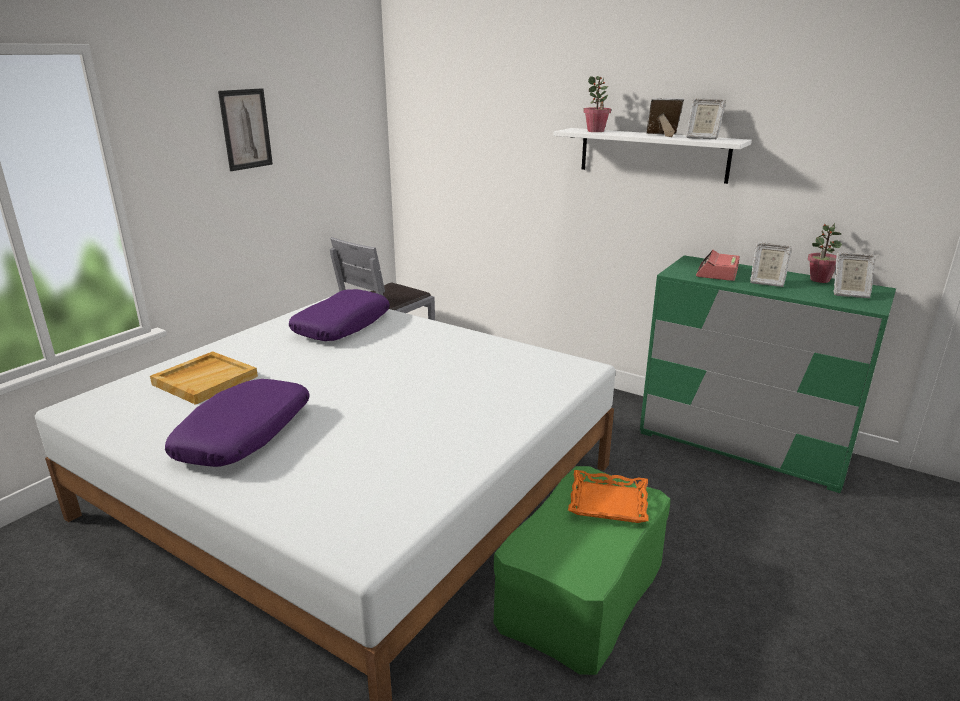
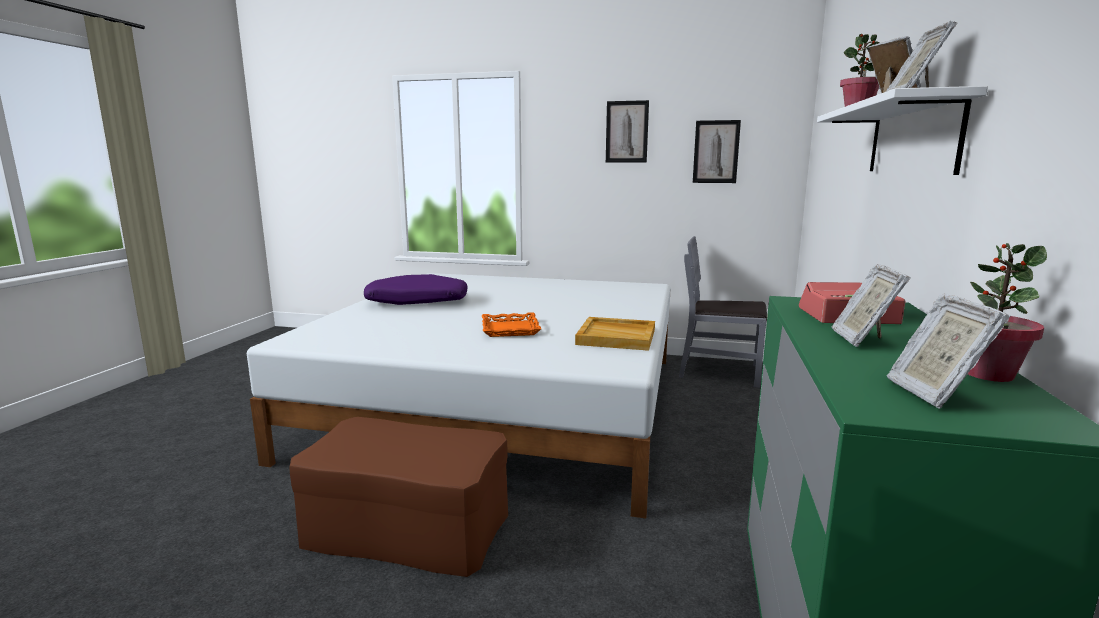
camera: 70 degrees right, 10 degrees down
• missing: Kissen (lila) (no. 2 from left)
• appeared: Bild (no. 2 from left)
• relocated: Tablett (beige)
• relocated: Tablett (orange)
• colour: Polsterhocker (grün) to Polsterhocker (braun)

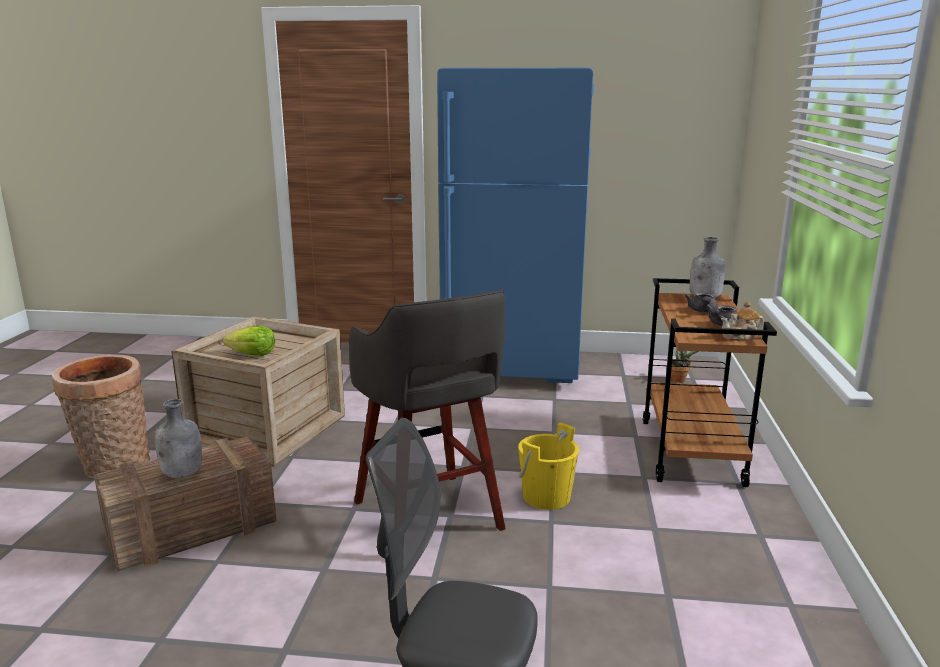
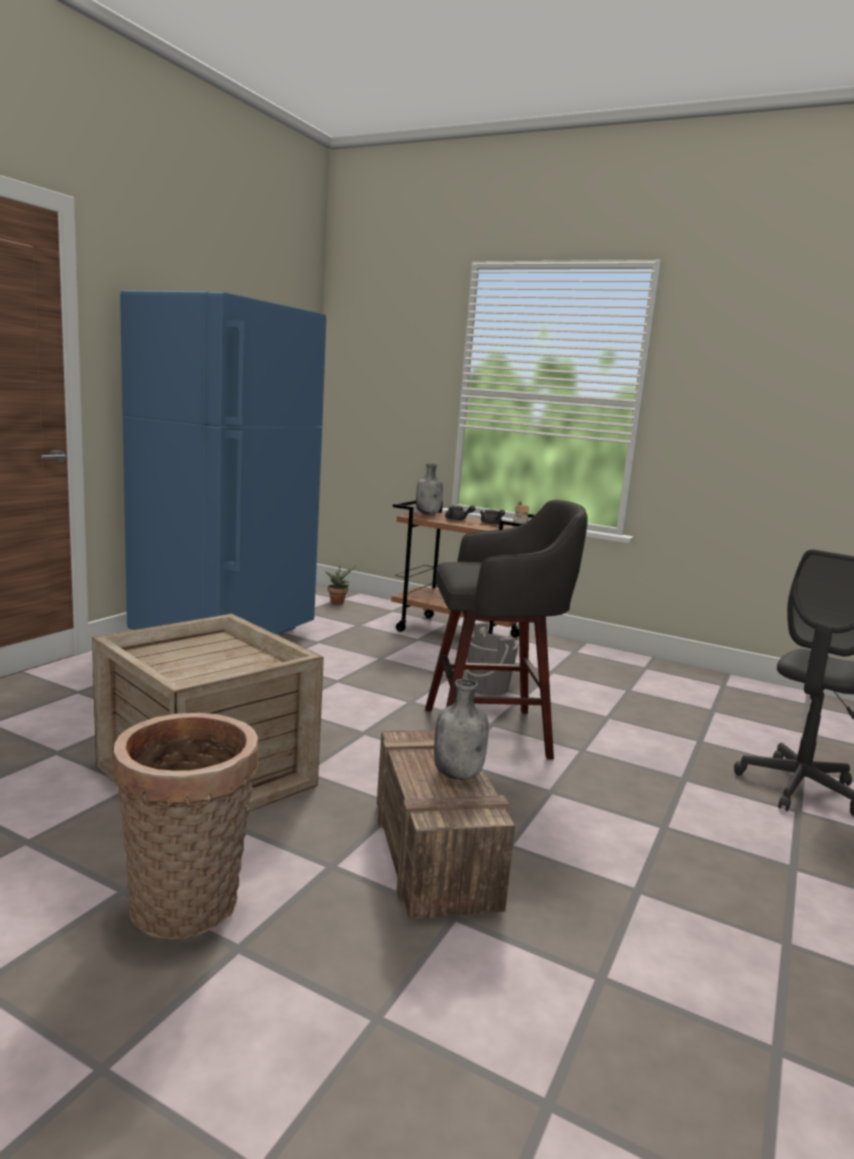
camera: 70 degrees left, 5 degrees down
• missing: Salatkopf
• colour: Eimer (gelb) to Eimer (grau)

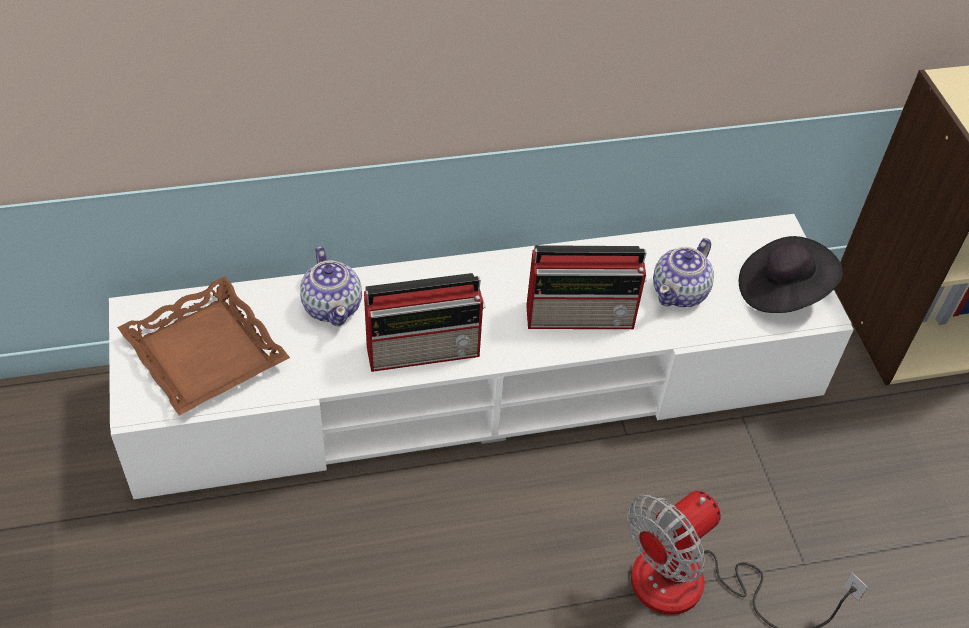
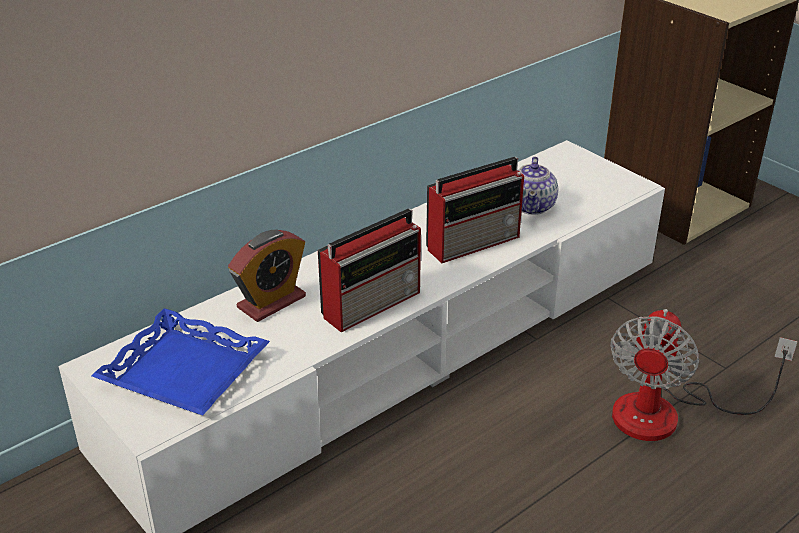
camera: 25 degrees left, 15 degrees down
• missing: Hut (schwarz)
• exchanged: Teekanne (no. 1 from left) to Wecker
• colour: Tablett (braun) to Tablett (blau)

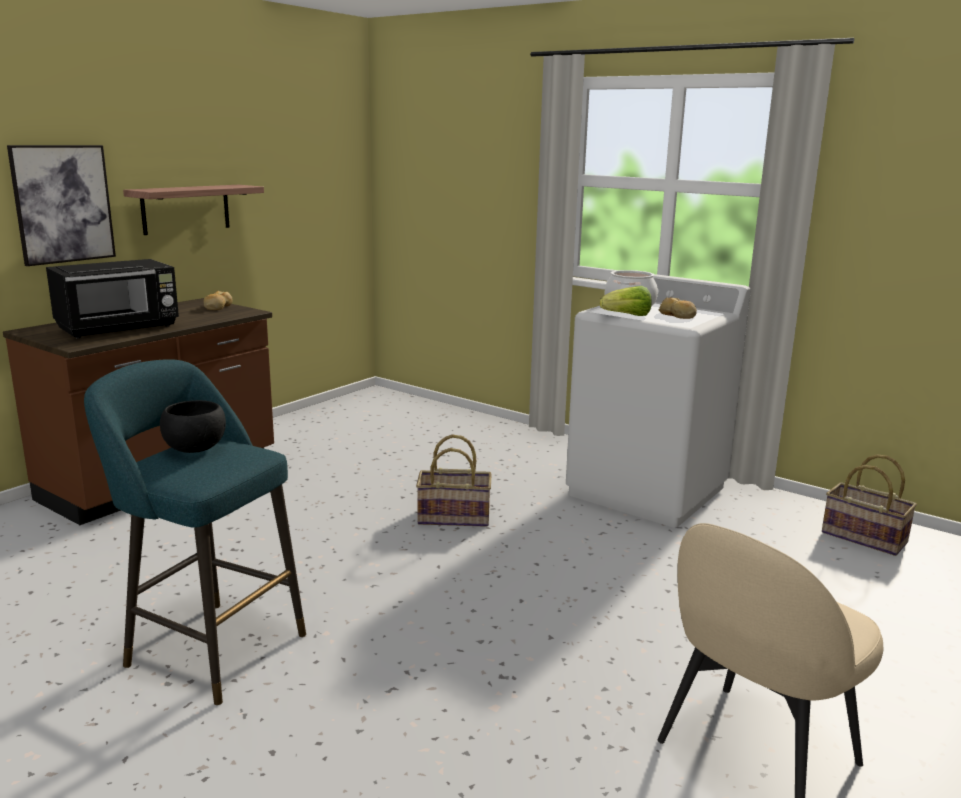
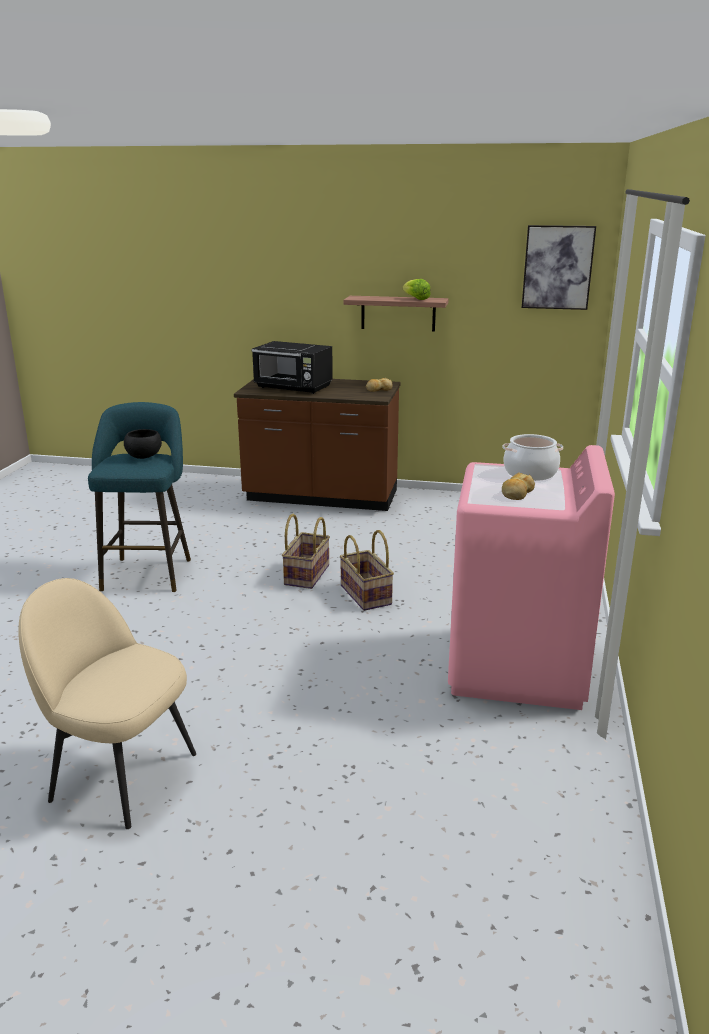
camera: 65 degrees right, 5 degrees up
• relocated: Bild
• relocated: Salatkopf
• relocated: Korb (no. 2 from left in the first image) to Korb (no. 1 from left)
• colour: Waschmaschine (weiß) to Waschmaschine (rosa)

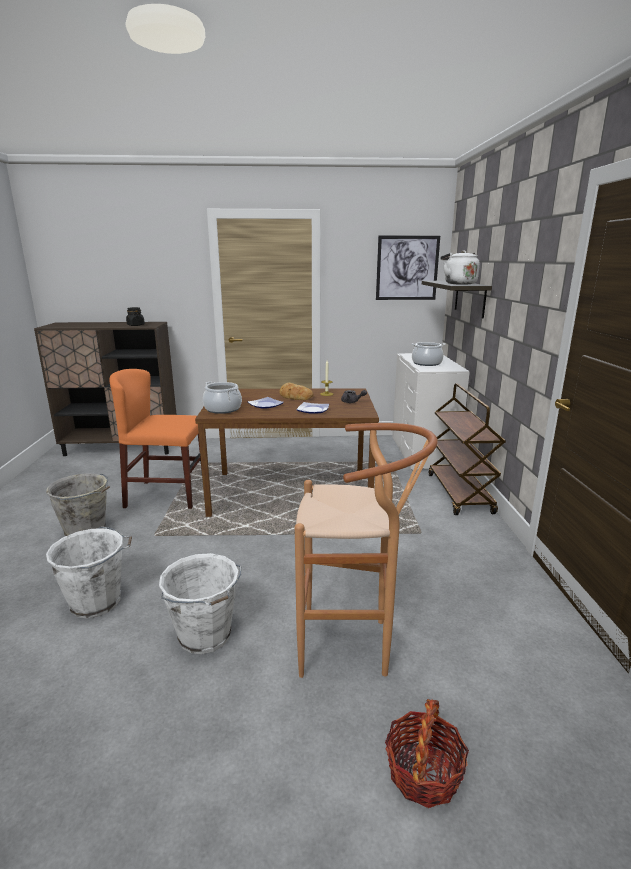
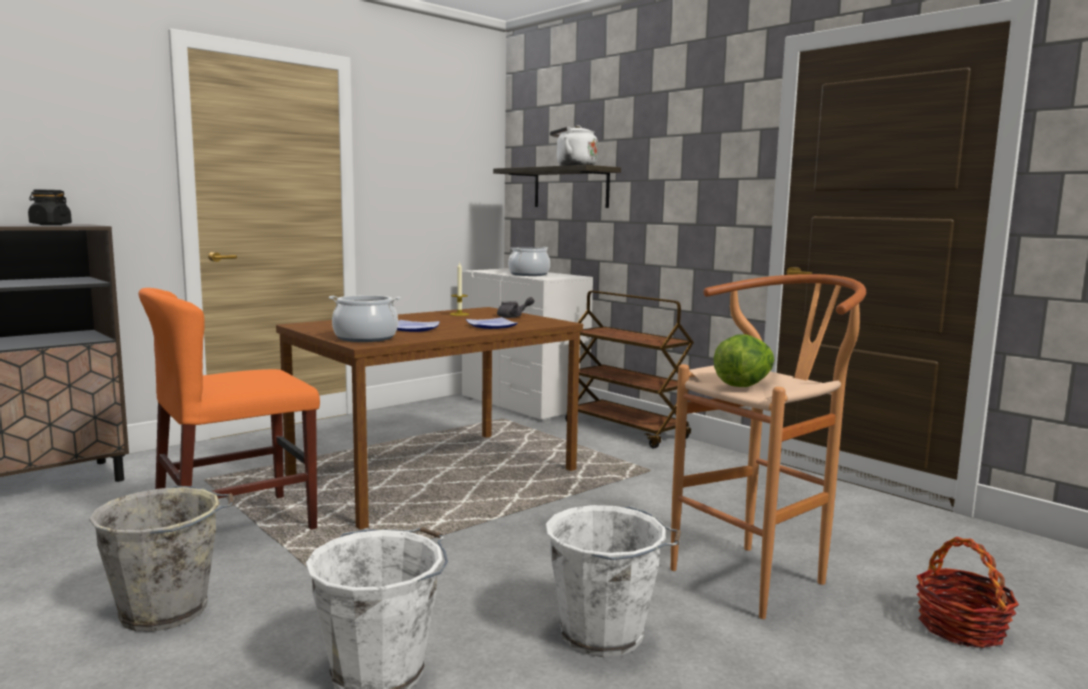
camera: 40 degrees left, 10 degrees down
• missing: Brot
• missing: Bild
• appeared: Salatkopf

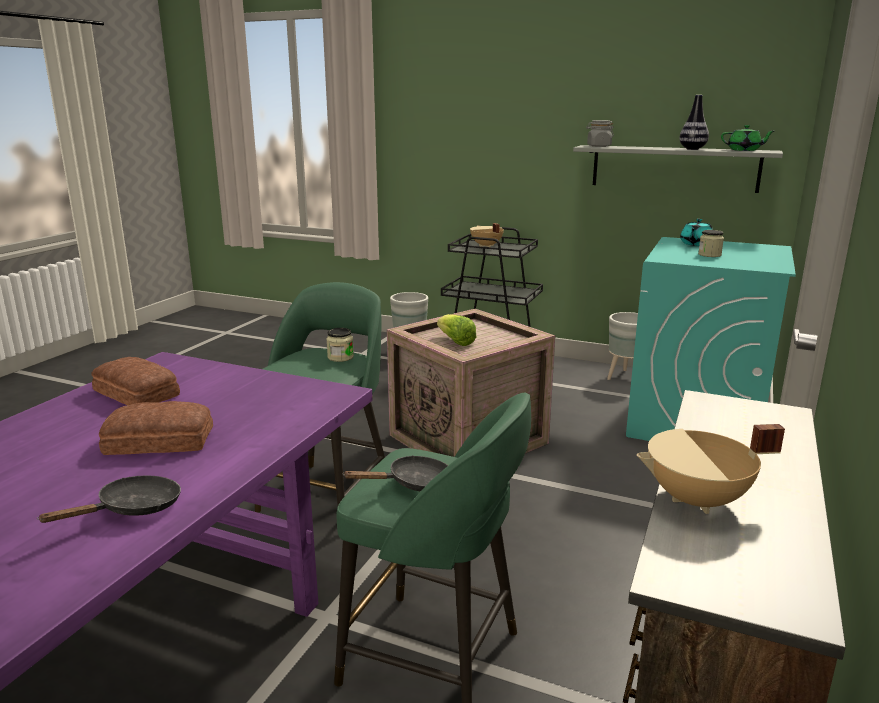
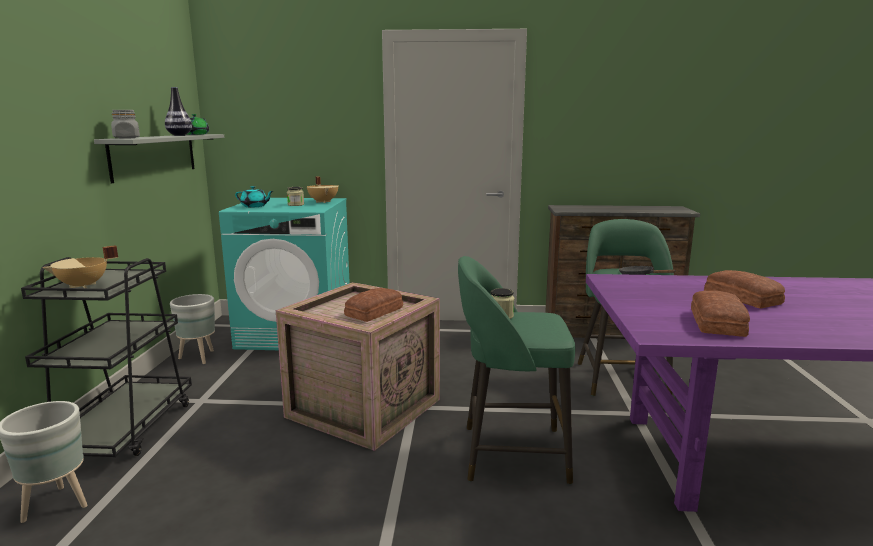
camera: 110 degrees left, 5 degrees down
• missing: Pfanne (schwarz) (no. 1 from left)
• relocated: Kochtopf (beige) (no. 2 from left)
• exchanged: Salatkopf to Brot (no. 1 from left)

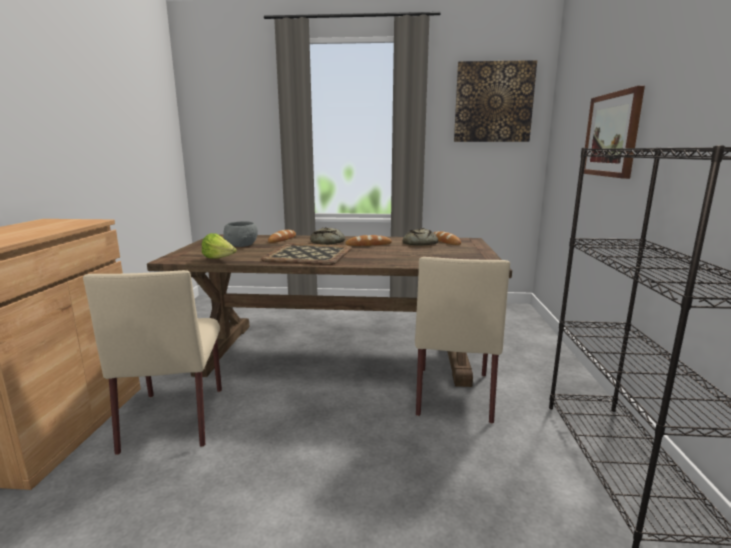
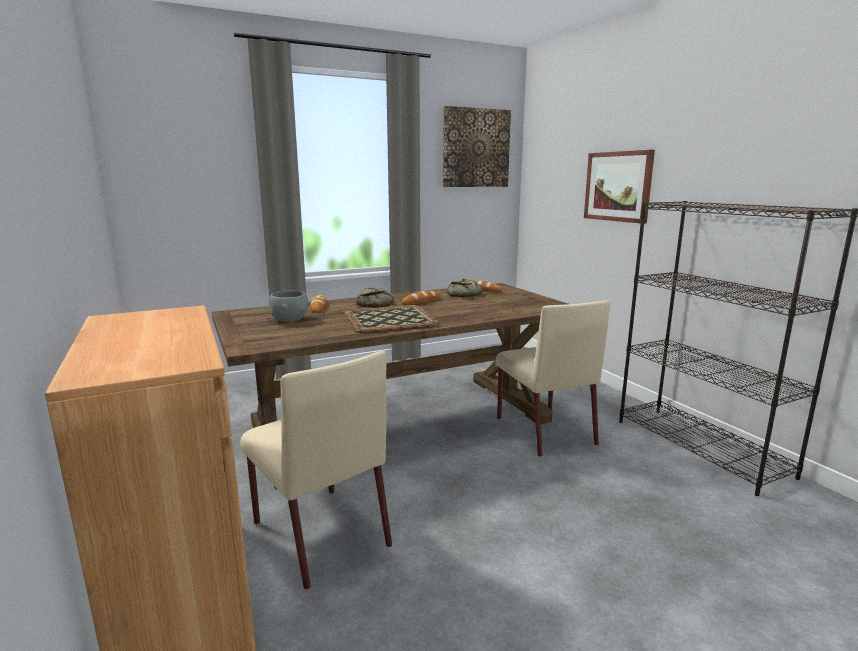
camera: 30 degrees left, 0 degrees up
• missing: Salatkopf

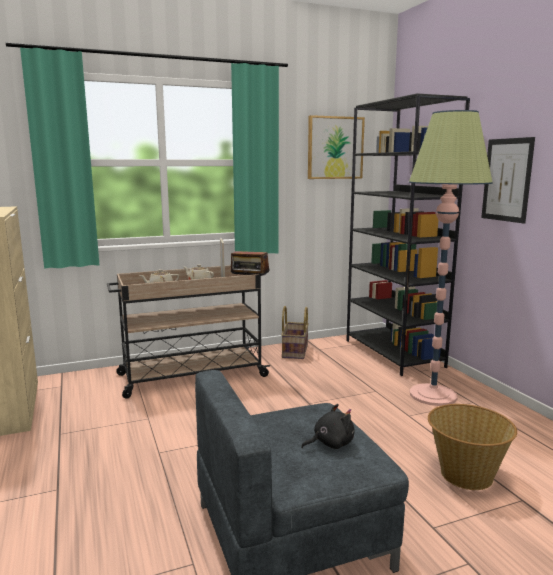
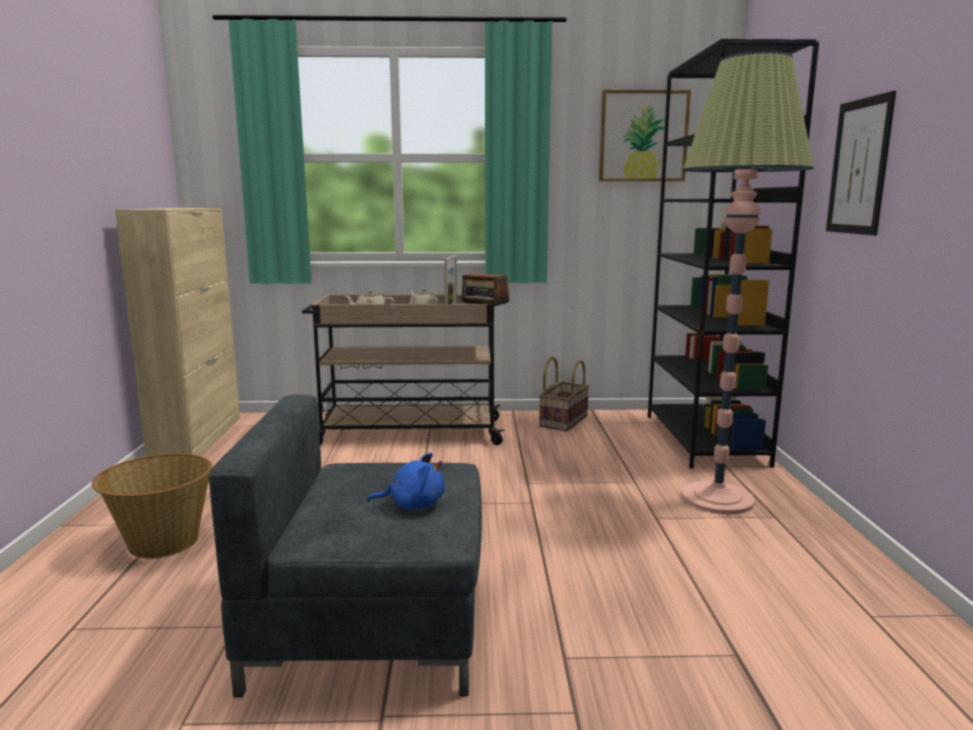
camera: 20 degrees right, 0 degrees up
• relocated: Korb (no. 2 from left in the first image) to Korb (no. 1 from left)
• colour: Plüschtier (schwarz) to Plüschtier (blau)

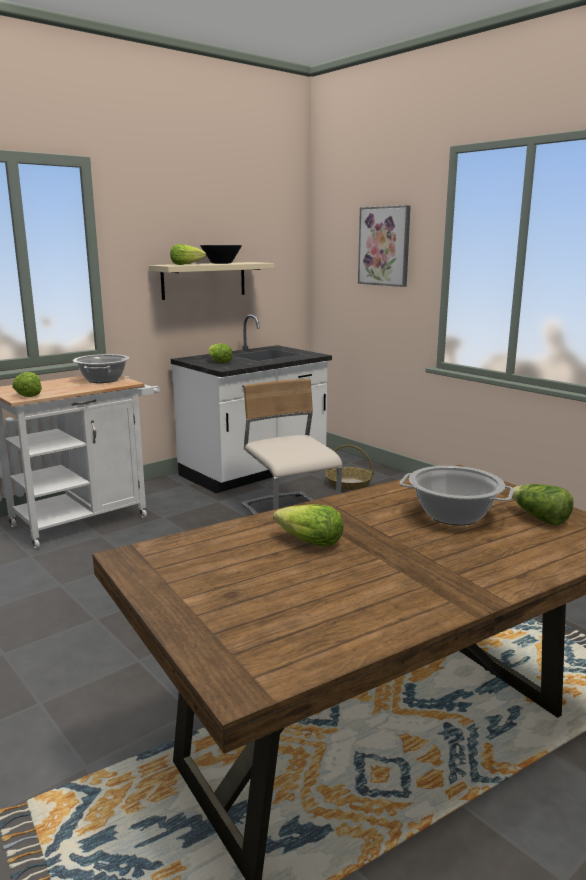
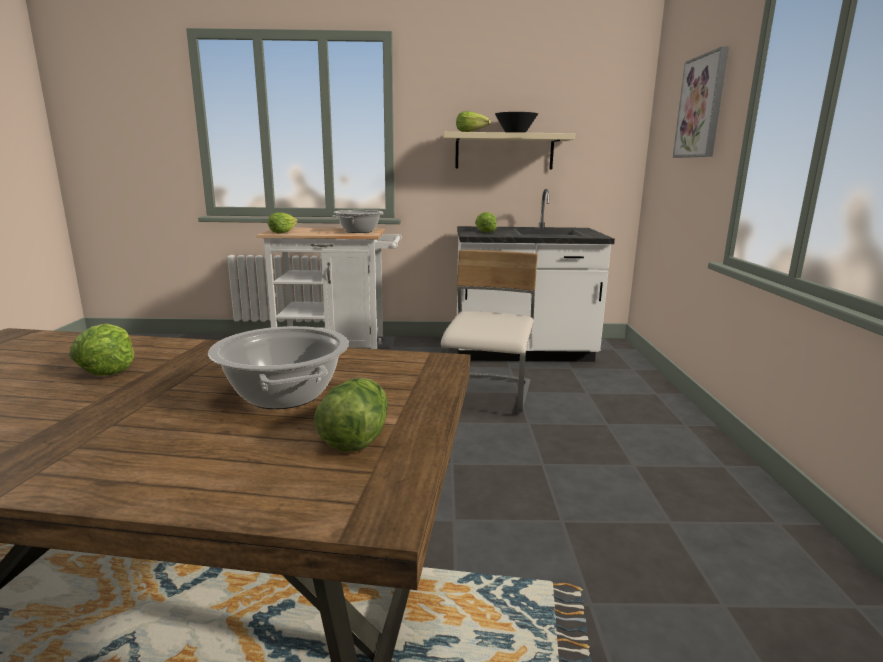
camera: 40 degrees right, 0 degrees up
• missing: Korb

